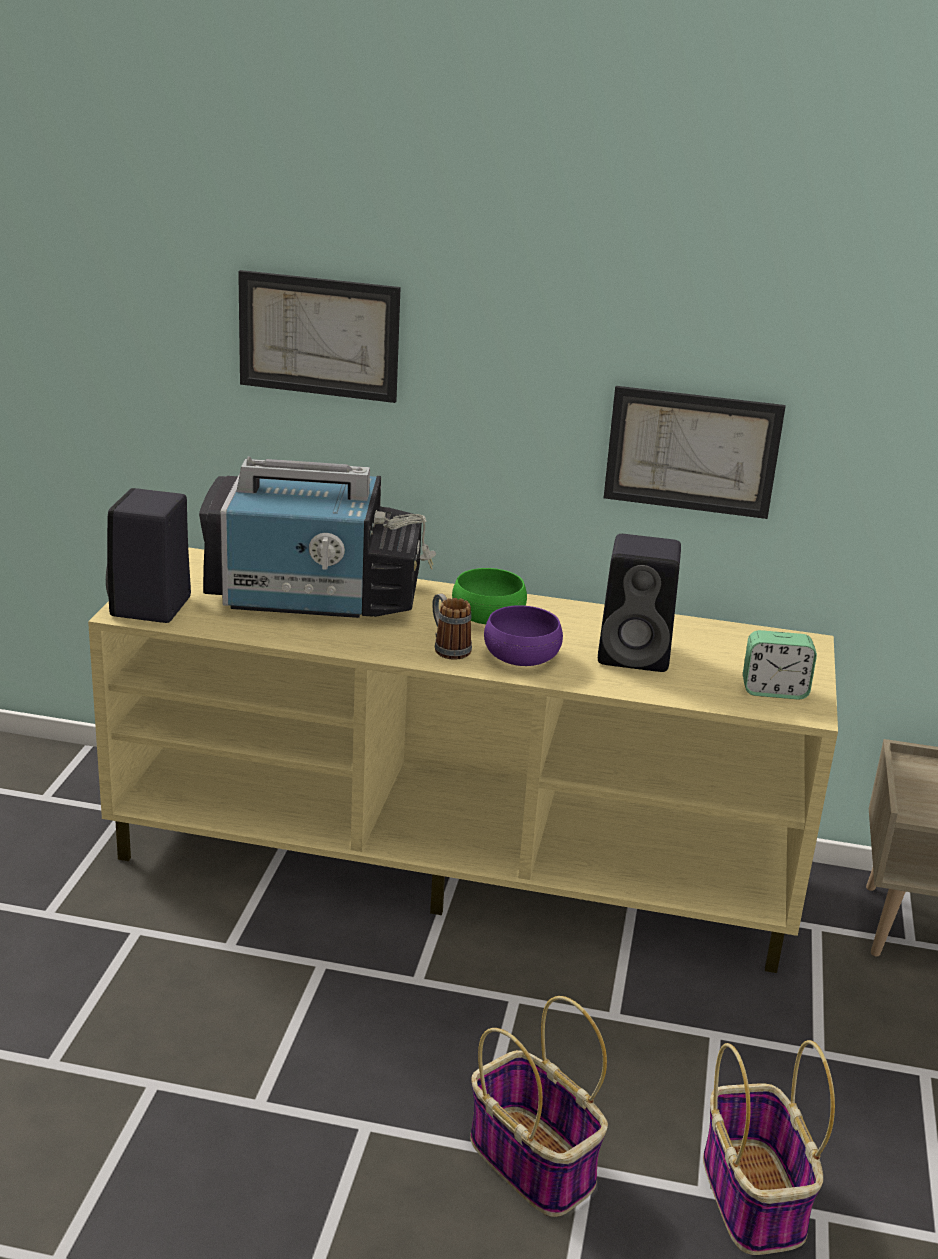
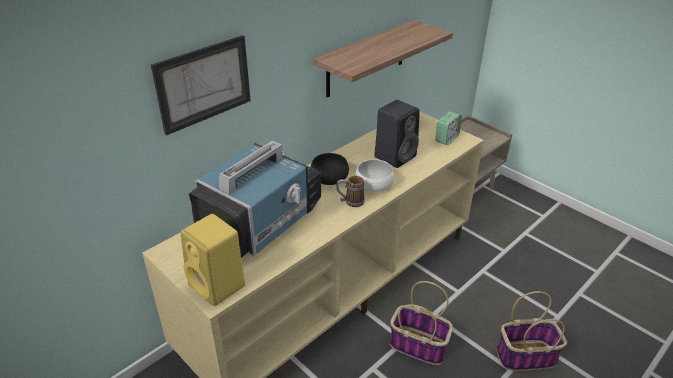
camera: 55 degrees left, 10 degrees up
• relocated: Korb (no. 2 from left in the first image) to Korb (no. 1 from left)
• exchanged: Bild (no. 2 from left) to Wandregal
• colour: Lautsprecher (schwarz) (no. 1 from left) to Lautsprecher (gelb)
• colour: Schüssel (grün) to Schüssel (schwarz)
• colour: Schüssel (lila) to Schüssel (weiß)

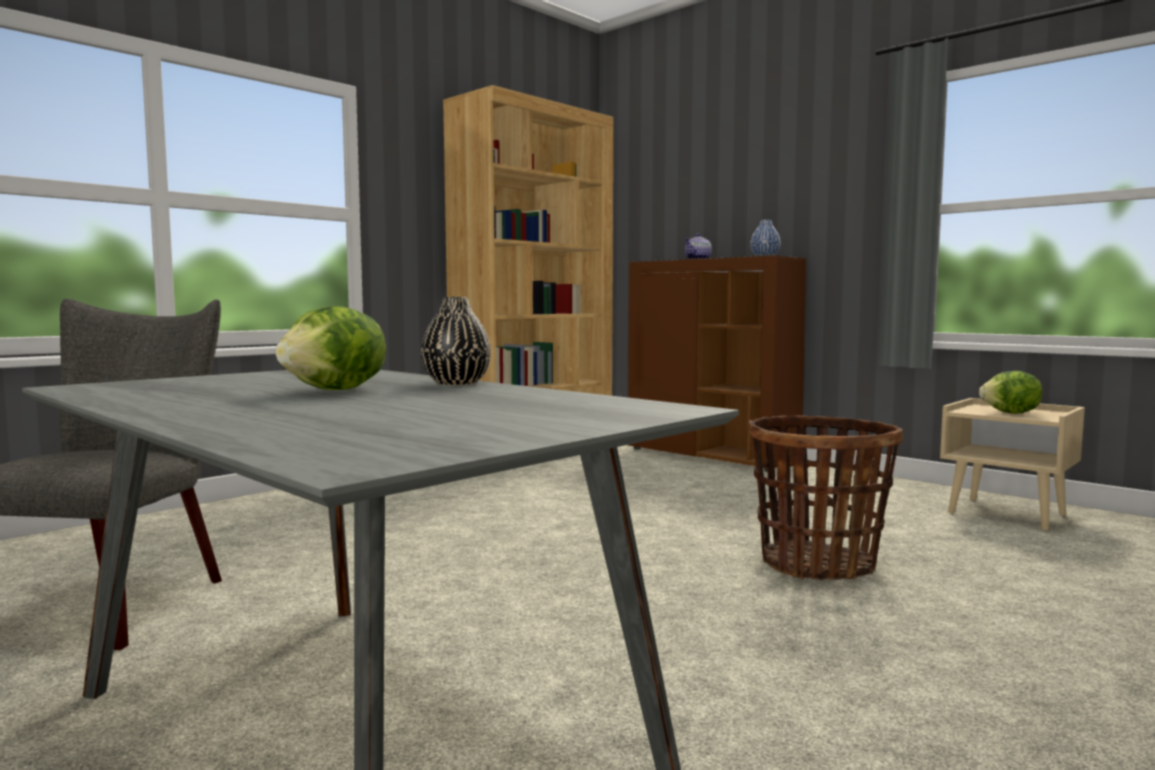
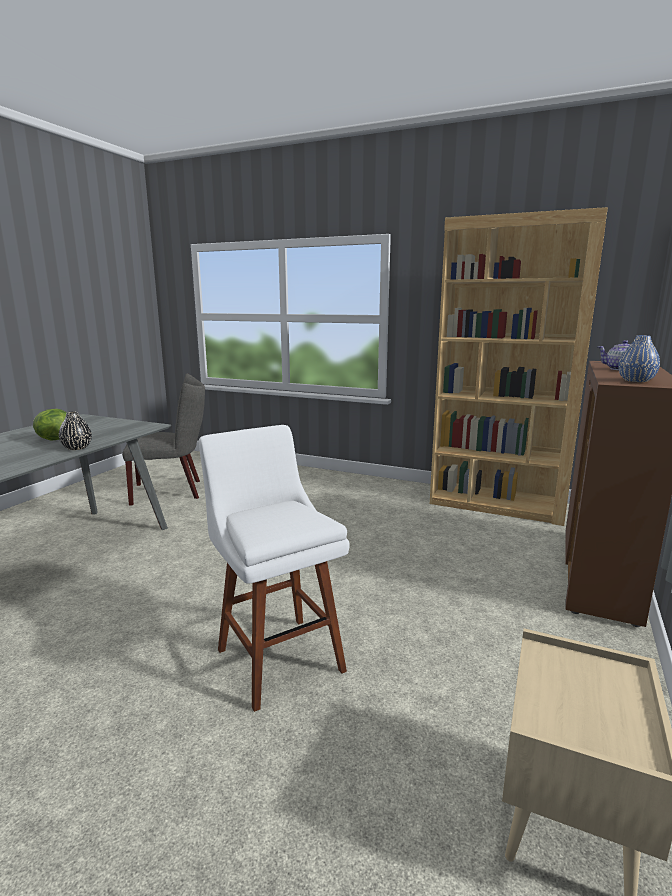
camera: 70 degrees right, 10 degrees up
• missing: Salatkopf (no. 2 from left)
• exchanged: Korb to Hocker (weiß)

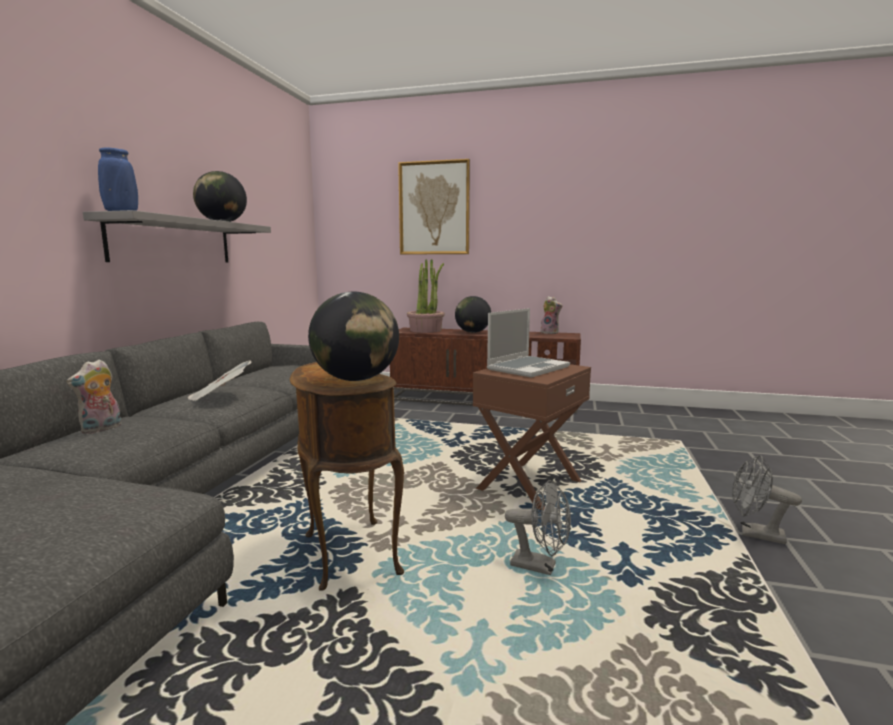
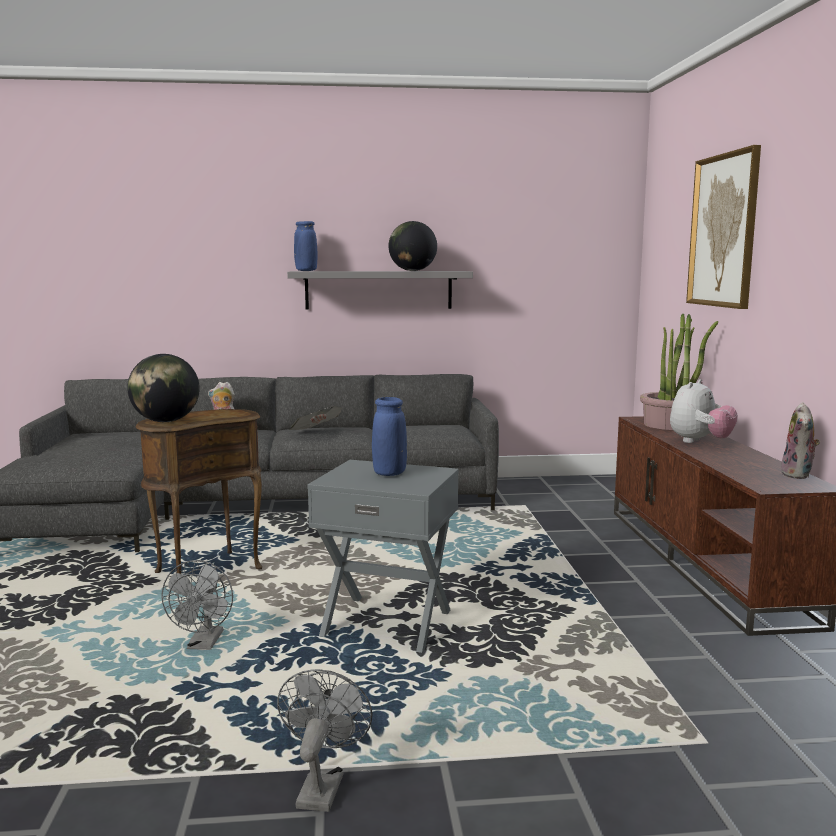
camera: 70 degrees right, 0 degrees up
• exchanged: Globus (no. 3 from left) to Plüschtier (no. 2 from left)
• exchanged: Laptop to Vase (blau) (no. 2 from left)
• colour: Beistelltisch (braun) (no. 2 from left) to Beistelltisch (grau)

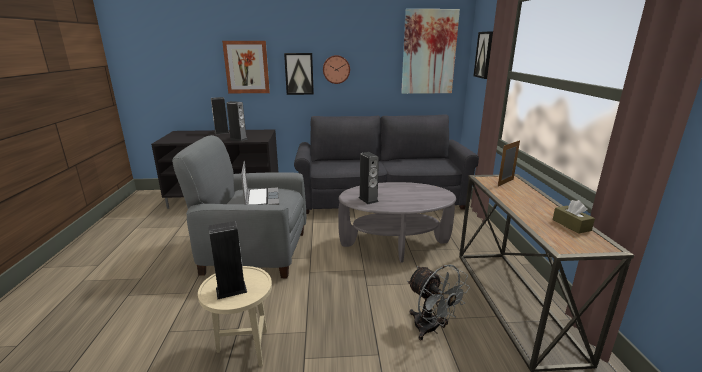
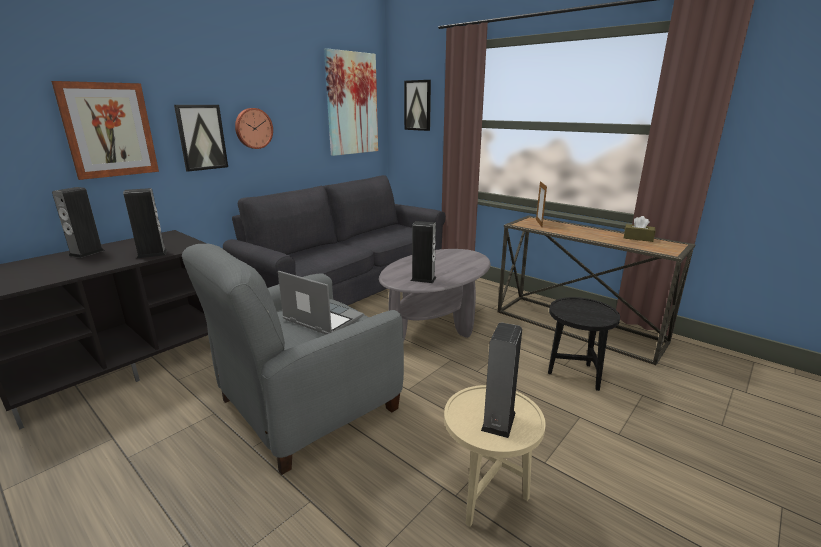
camera: 45 degrees left, 0 degrees up
• exchanged: Ventilator (grau) to Beistelltisch (schwarz)

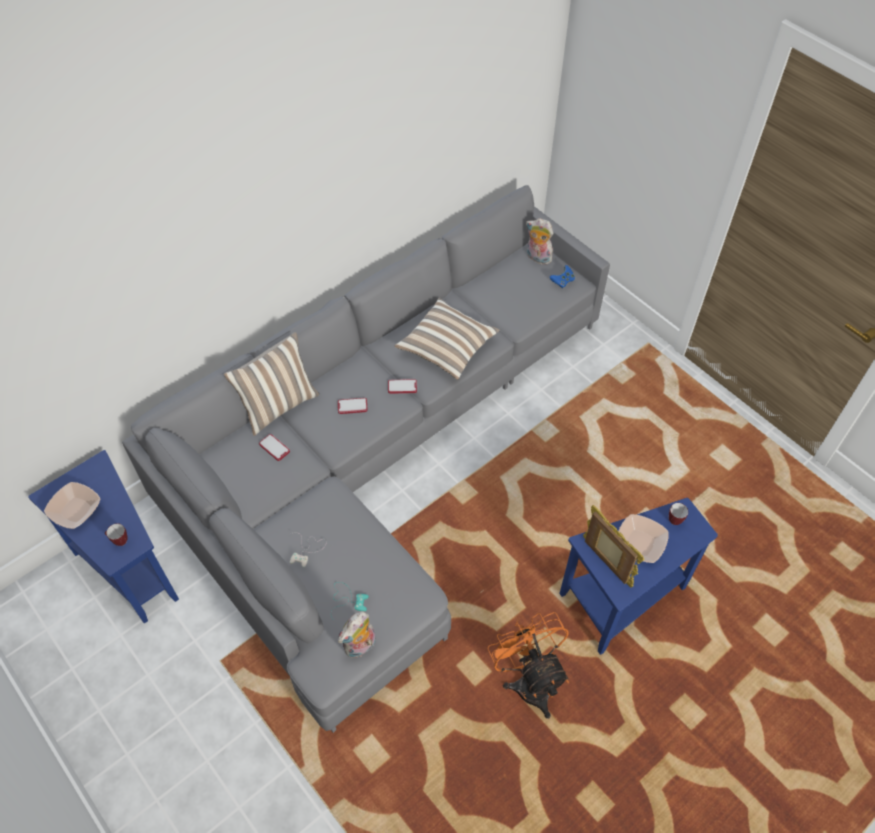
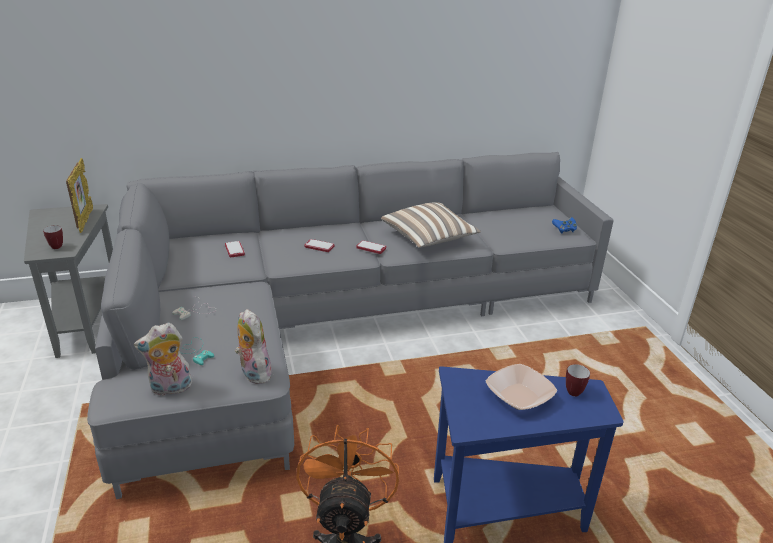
camera: 25 degrees right, 25 degrees down
• missing: Schüssel (no. 1 from left)
• missing: Kissen (no. 1 from left)
• relocated: Plüschtier (no. 2 from left)
• relocated: Bilderrahmen
• colour: Beistelltisch (blau) (no. 1 from left) to Beistelltisch (grau)

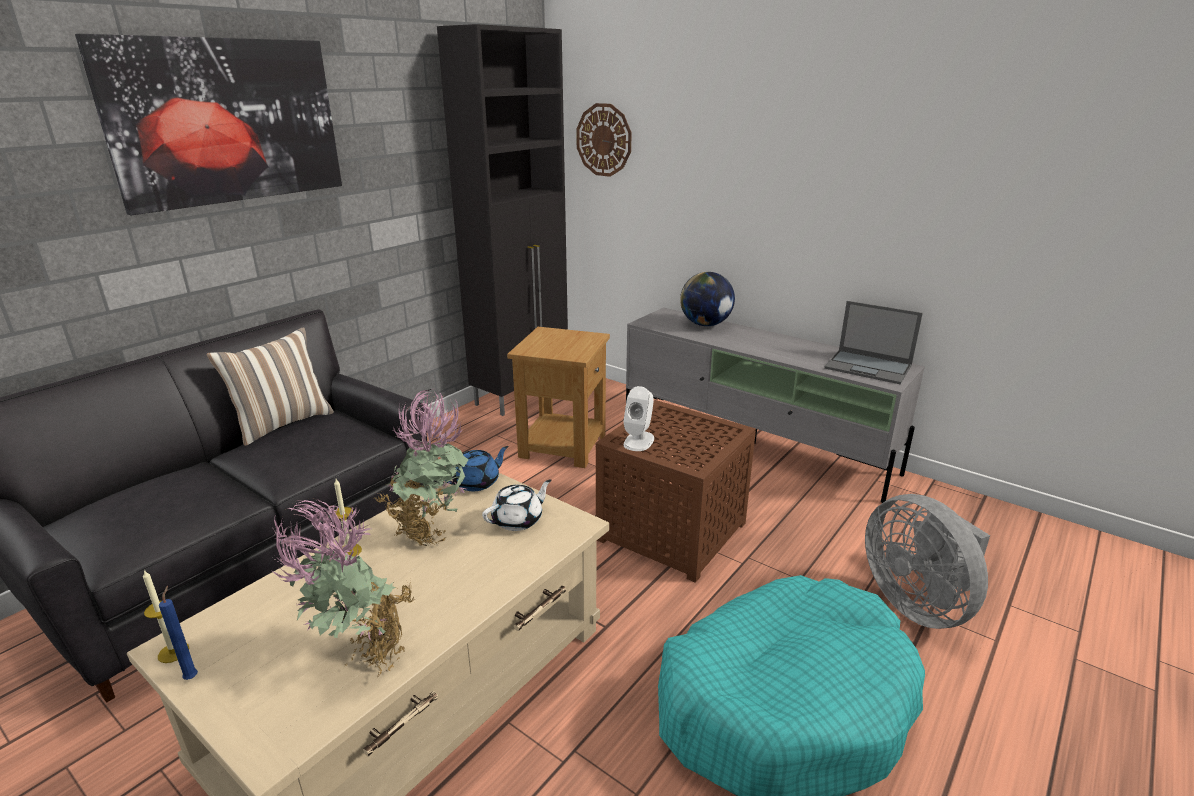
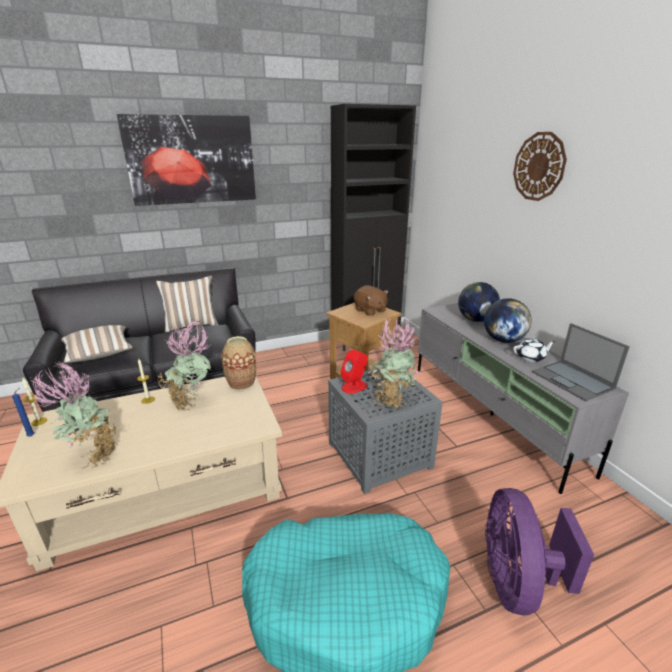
camera: 30 degrees right, 0 degrees up
• appeared: Kissen (no. 1 from left)
• appeared: Plüschtier (braun)
• appeared: Topfpflanze (no. 3 from left)
• appeared: Globus (no. 2 from left)
• relocated: Teekanne (weiß)
• relocated: Wanduhr
• exchanged: Teekanne (blau) to Vase
• colour: Beistelltisch (braun) (no. 2 from left) to Beistelltisch (grau)
• colour: Lautsprecher (weiß) to Lautsprecher (rot)
• colour: Ventilator (grau) to Ventilator (lila)

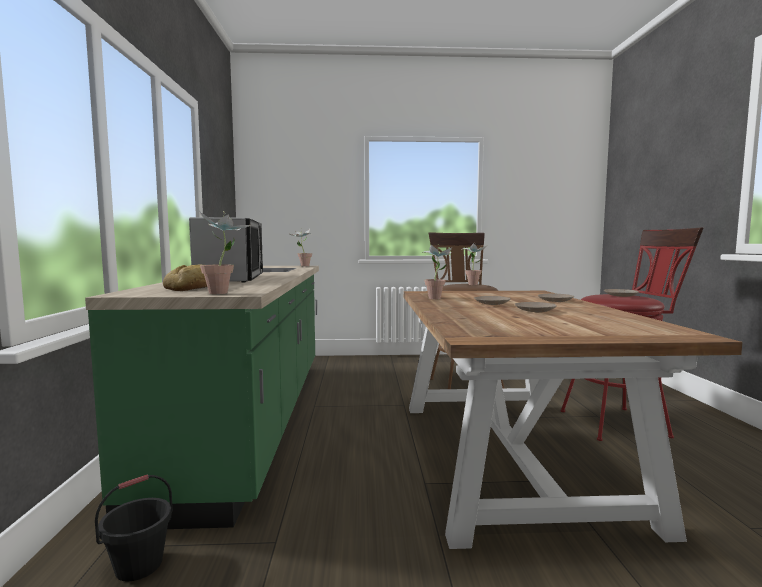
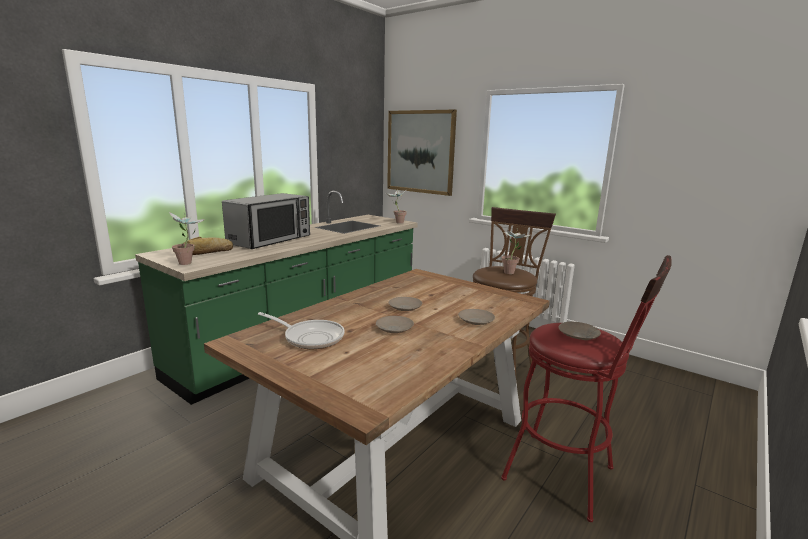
camera: 40 degrees right, 10 degrees up
• missing: Eimer (schwarz)
• missing: Topfpflanze (no. 3 from left)
• appeared: Pfanne
• appeared: Bild

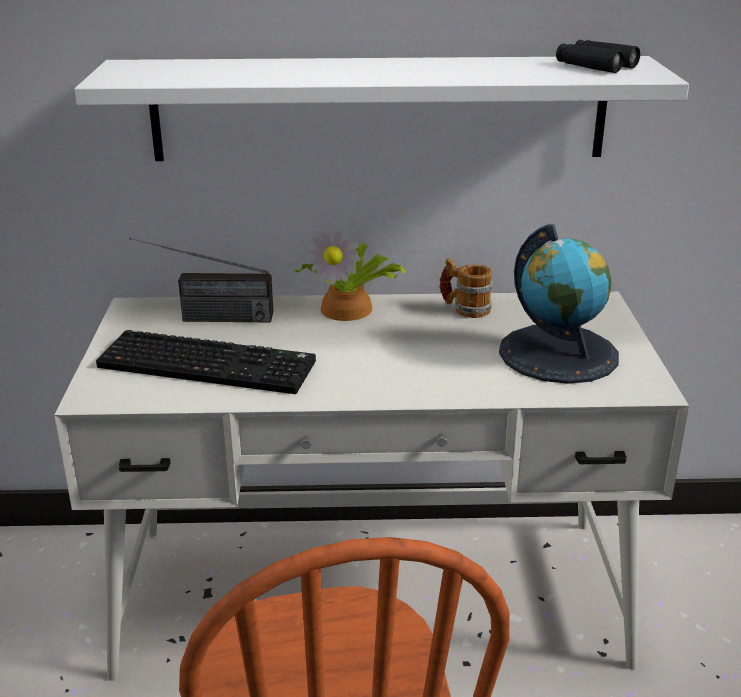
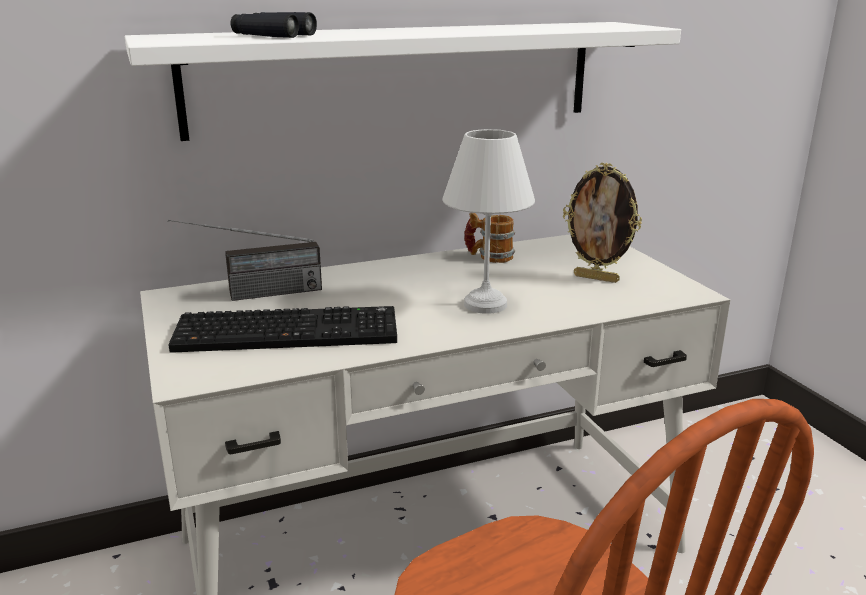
camera: 20 degrees left, 5 degrees down
• missing: Topfpflanze
• appeared: Tischlampe (weiß)
• relocated: Fernglas (schwarz)
• exchanged: Globus to Bilderrahmen

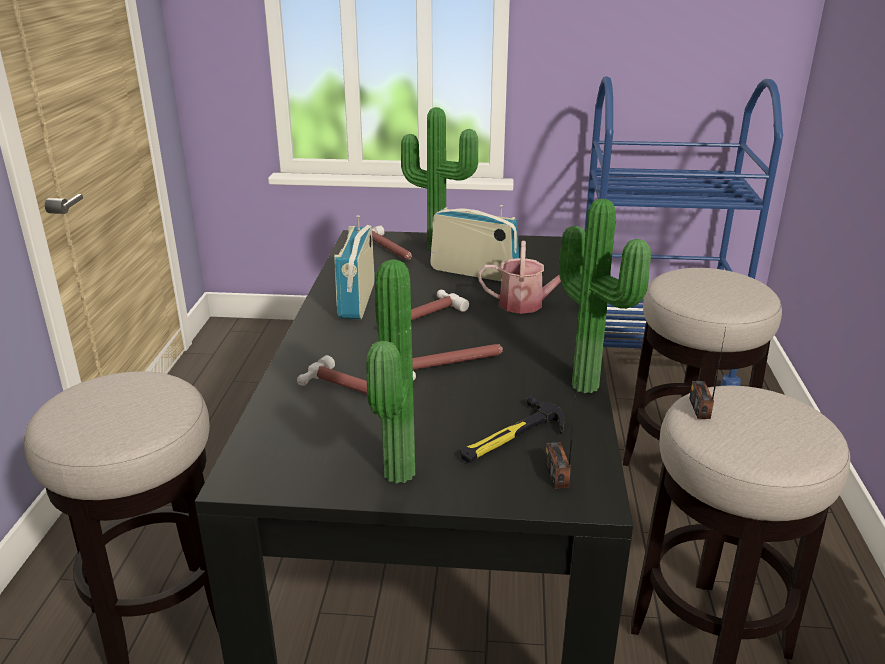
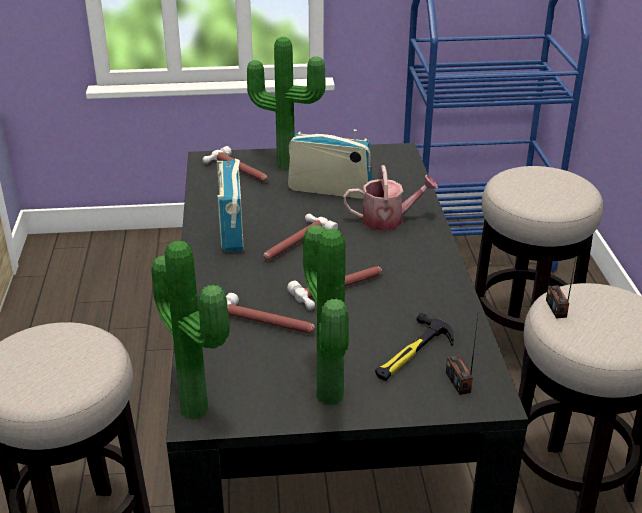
camera: 10 degrees left, 5 degrees up
• relocated: Topfpflanze (no. 3 from left in the first image) to Topfpflanze (no. 1 from left)

